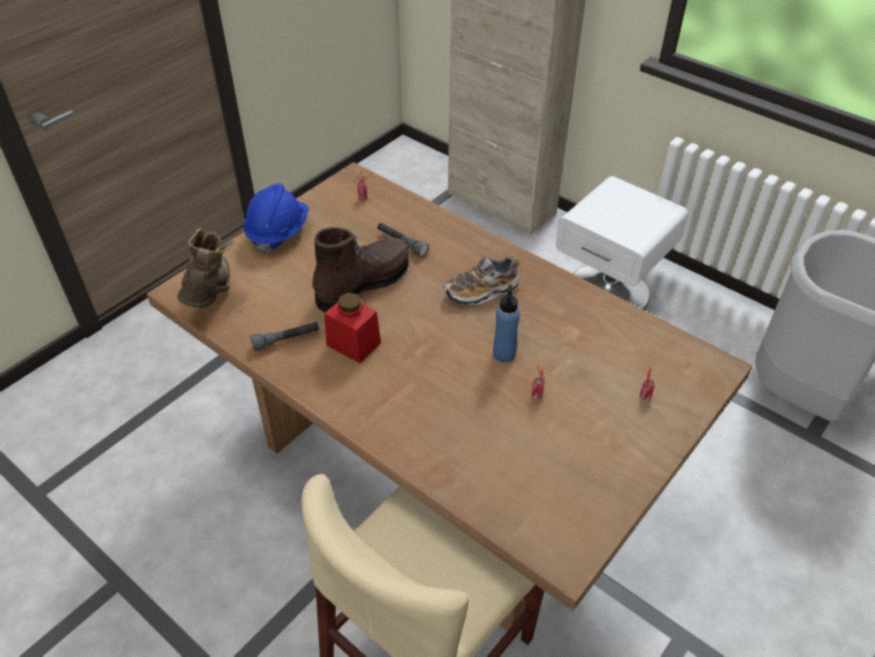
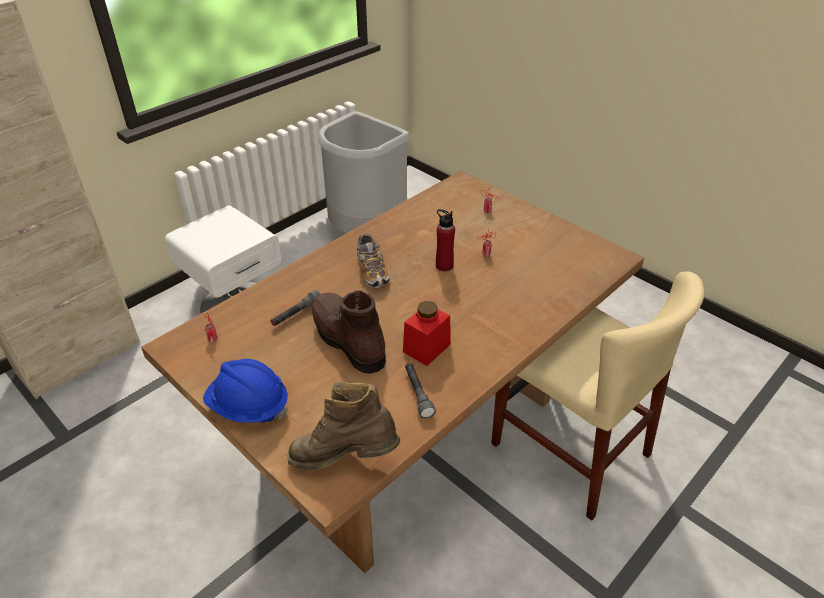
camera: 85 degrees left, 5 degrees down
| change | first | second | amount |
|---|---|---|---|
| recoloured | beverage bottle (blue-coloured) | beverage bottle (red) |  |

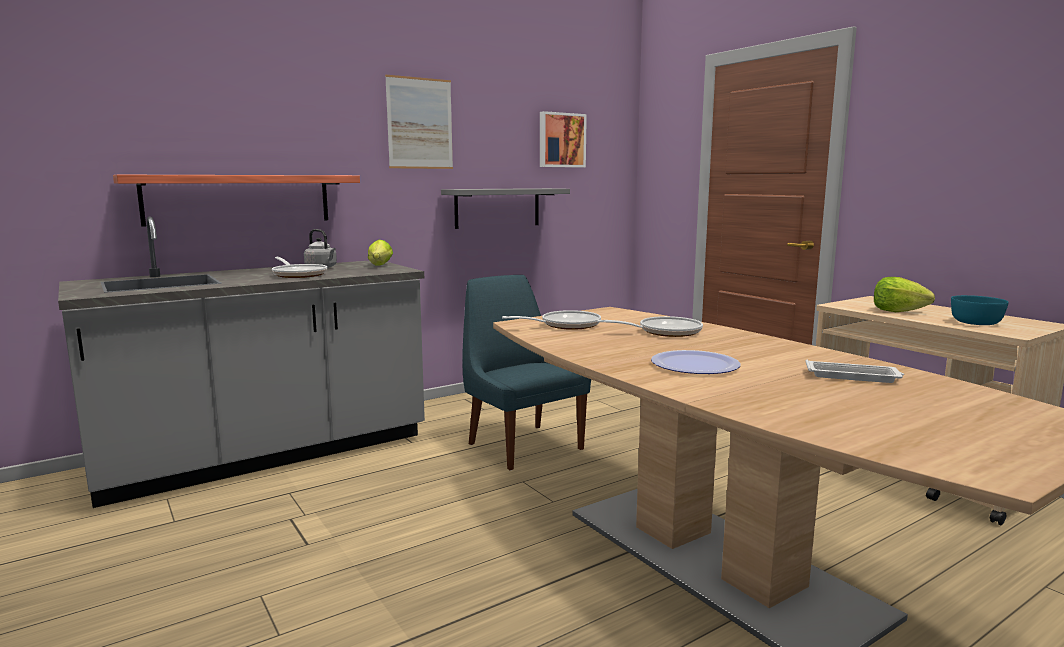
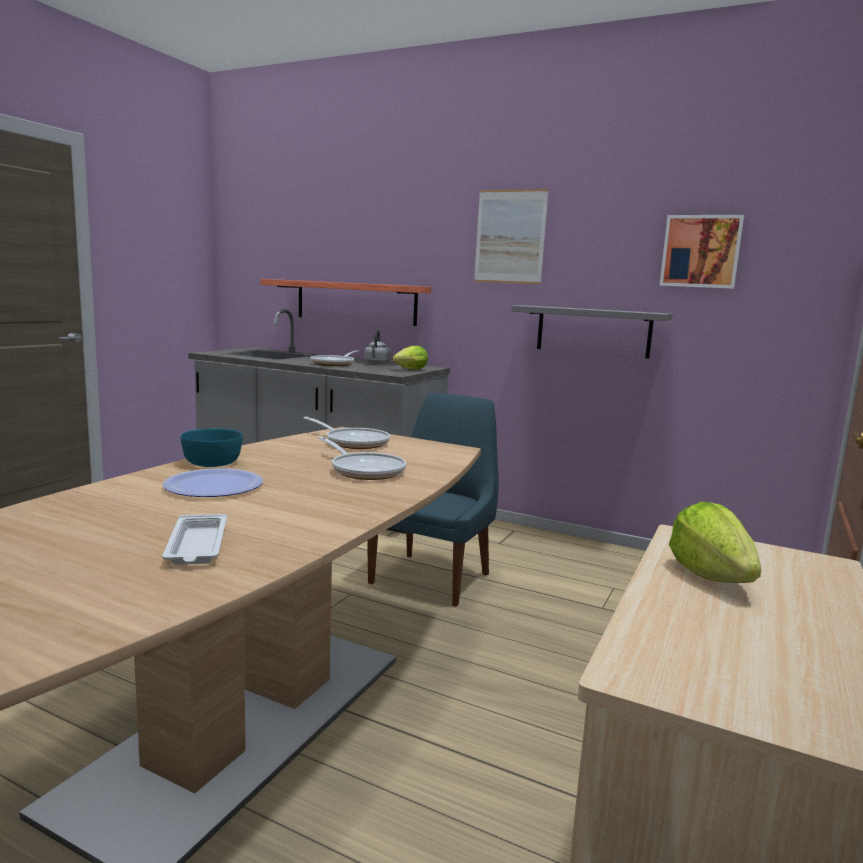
camera: 60 degrees right, 0 degrees up
| change | first | second | amount |
|---|---|---|---|
| moved | serving bowl (blue-green) |  |  |

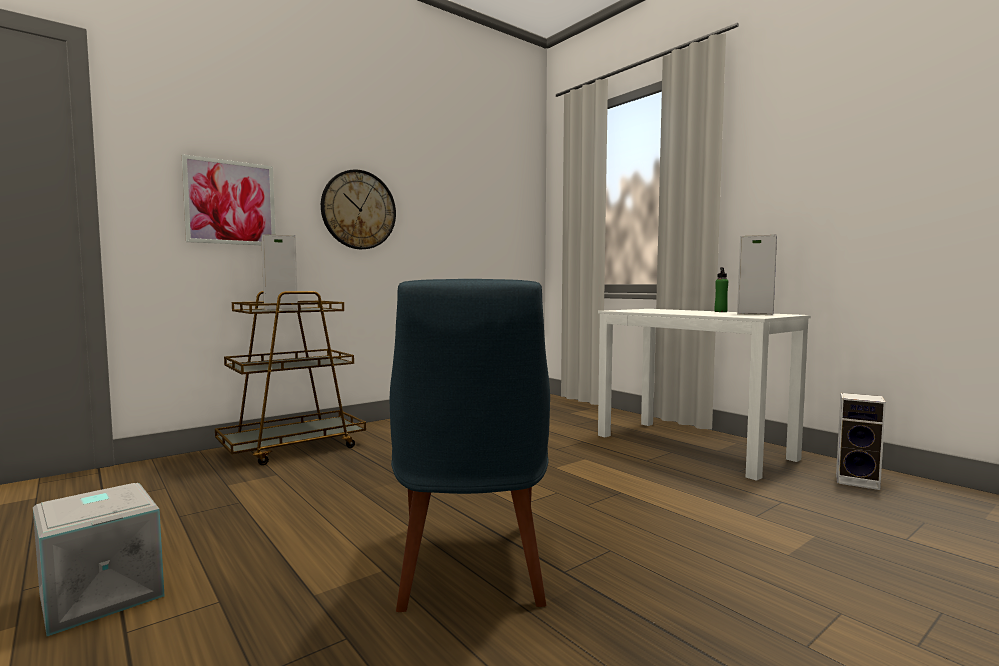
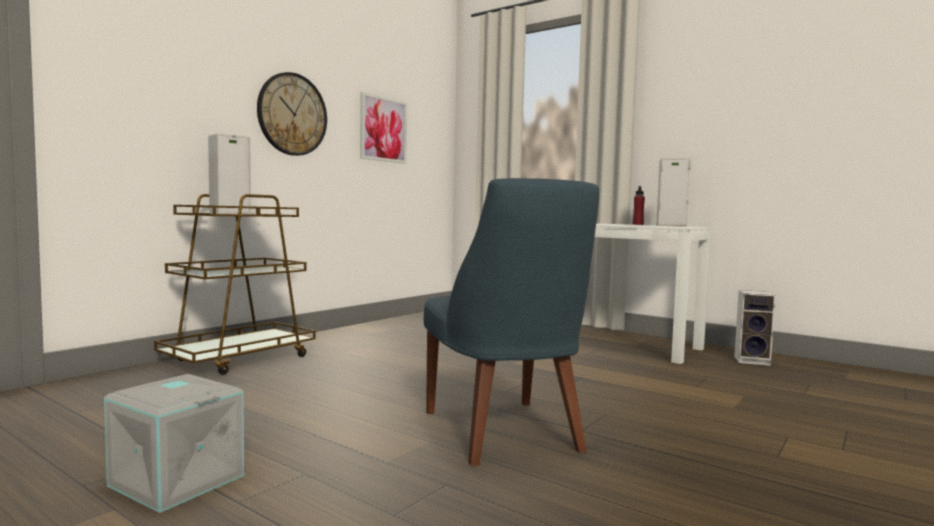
camera: 15 degrees left, 0 degrees up
| change | first | second | amount |
|---|---|---|---|
| moved | wall art |  |  |
| recoloured | beverage bottle (green) | beverage bottle (red) |  |

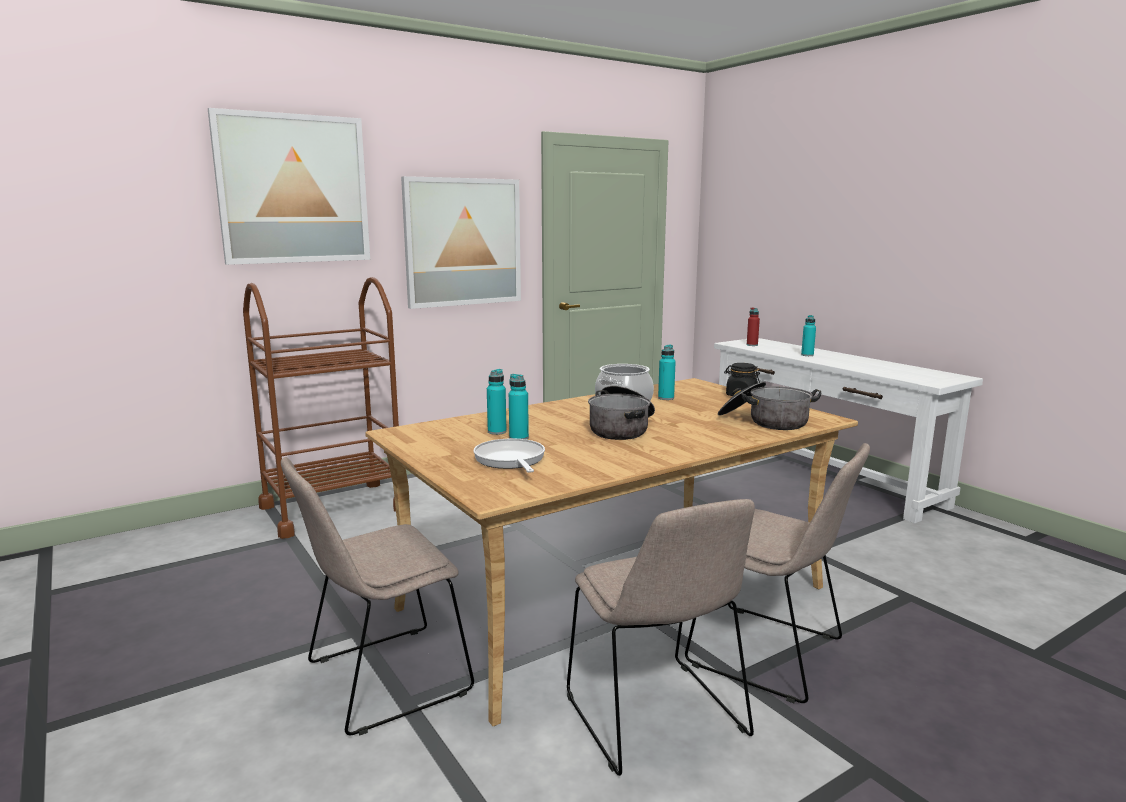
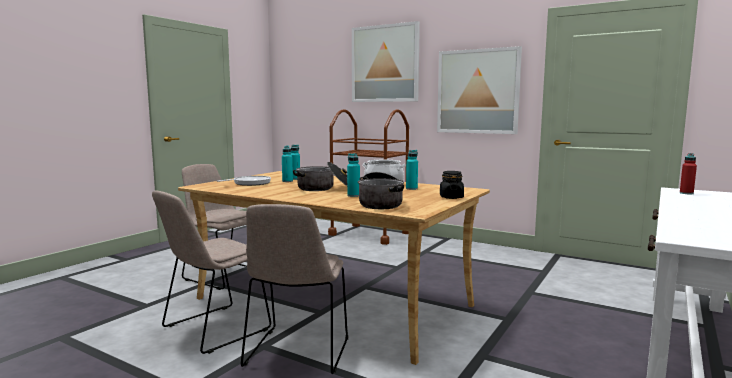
camera: 65 degrees right, 5 degrees down
| change | first | second | amount |
|---|---|---|---|
| moved | beverage bottle (blue-green) (4th from left in the first image) | beverage bottle (blue-green) (3rd from left) |  |

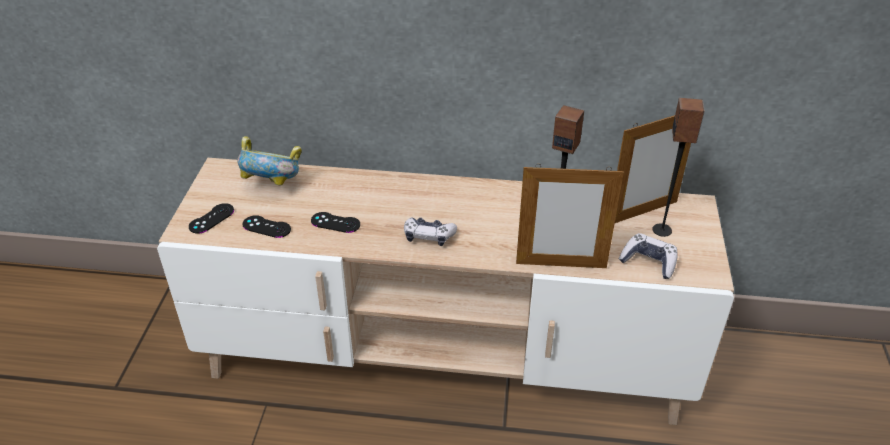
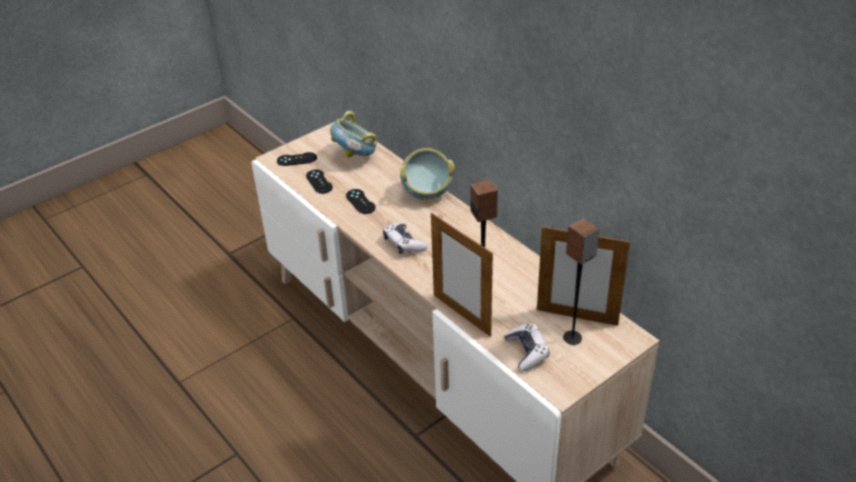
camera: 45 degrees right, 0 degrees up
| change | first | second | amount |
|---|---|---|---|
| added |  | serving bowl (2nd from left) |  |

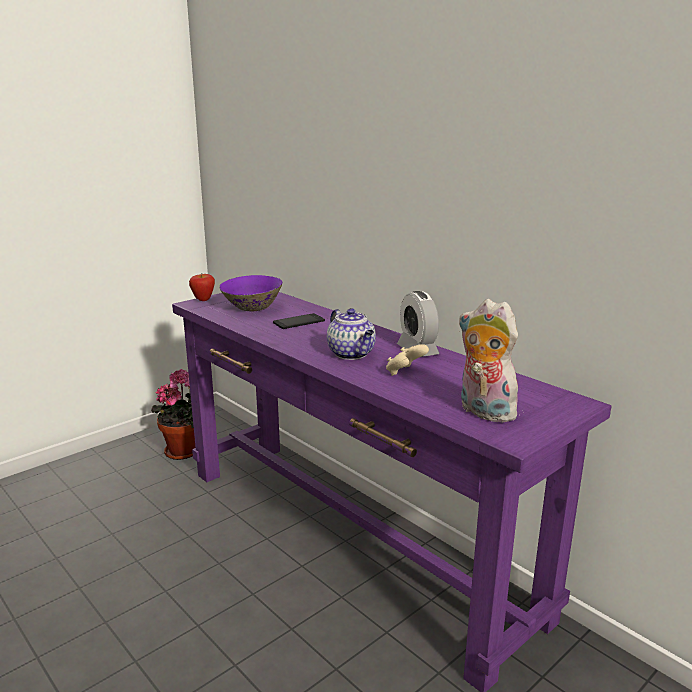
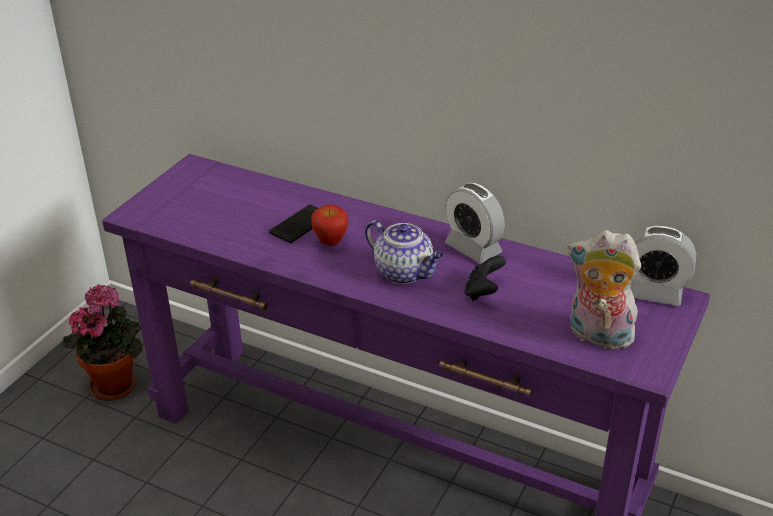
camera: 20 degrees left, 15 degrees up
| change | first | second | amount |
|---|---|---|---|
| moved | whole apple |  |  |
| removed | serving bowl (purplish) |  |  |
| recoloured | game controller (beige-coloured) | game controller (black) |  |
| added |  | table clock (2nd from left) |  |

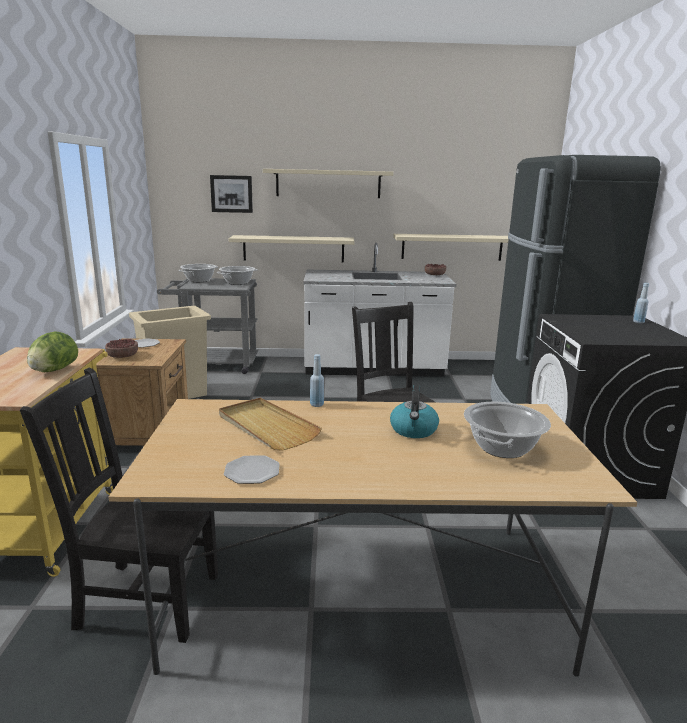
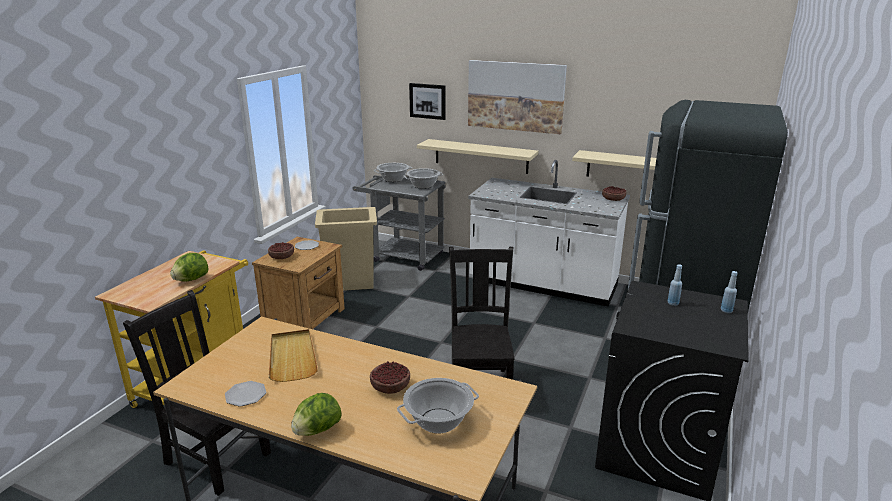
camera: 25 degrees right, 5 degrees up
| change | first | second | amount |
|---|---|---|---|
| replaced | shelf (beige-coloured) (2nd from left) | wall art (2nd from left) |  |
| moved | beverage bottle (blue-coloured) (1st from left) |  |  |
| replaced | tea kettle | serving bowl (2nd from left) |  |
| added |  | lettuce (2nd from left) |  |

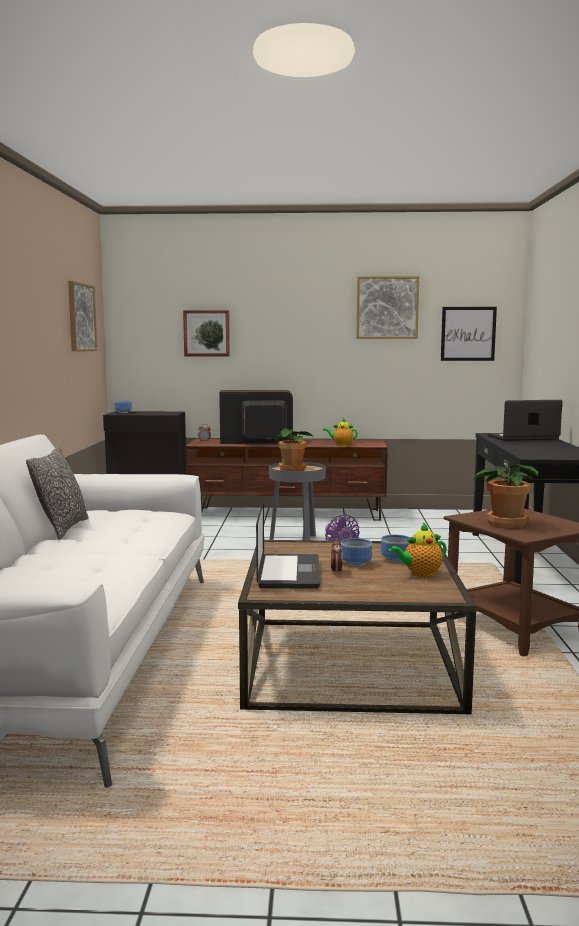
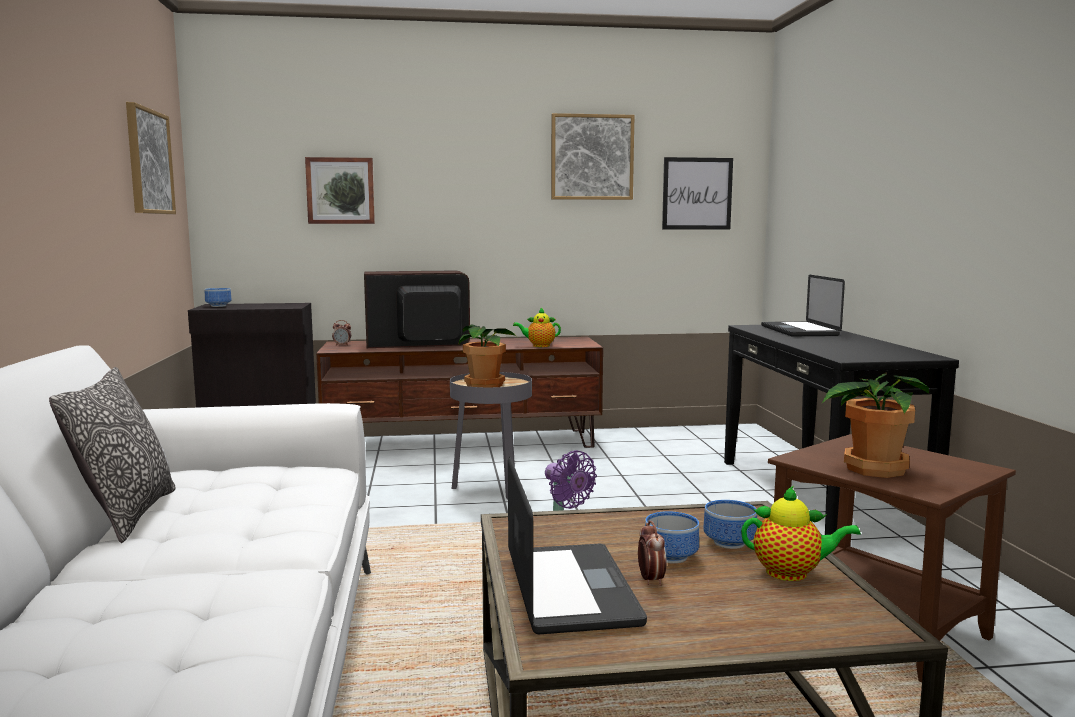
camera: 10 degrees left, 0 degrees up
| change | first | second | amount |
|---|---|---|---|
| turned | laptop (2nd from left) |  | 75 degrees counterclockwise |
| turned | pot for tea (2nd from left) |  | 135 degrees counterclockwise |

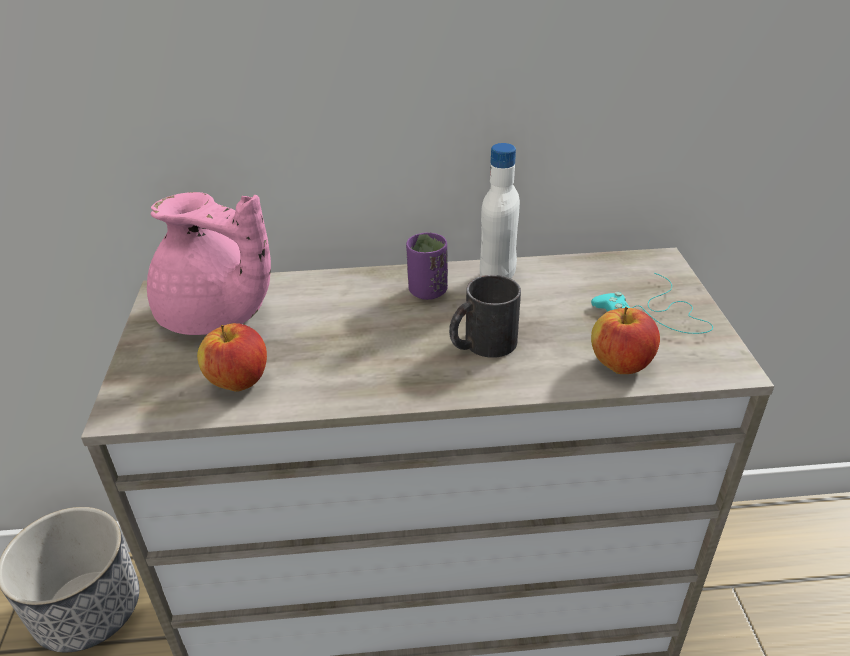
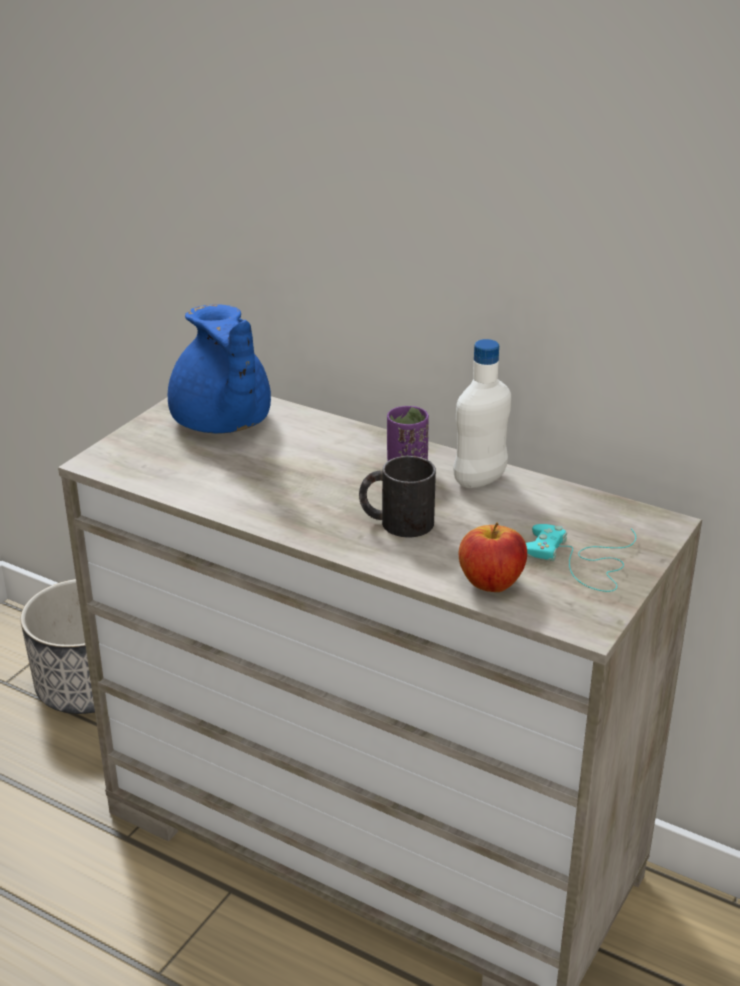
camera: 35 degrees right, 5 degrees down
| change | first | second | amount |
|---|---|---|---|
| recoloured | pot for tea (pinkish) | pot for tea (blue-coloured) |  |
| removed | whole apple (1st from left) |  |  |

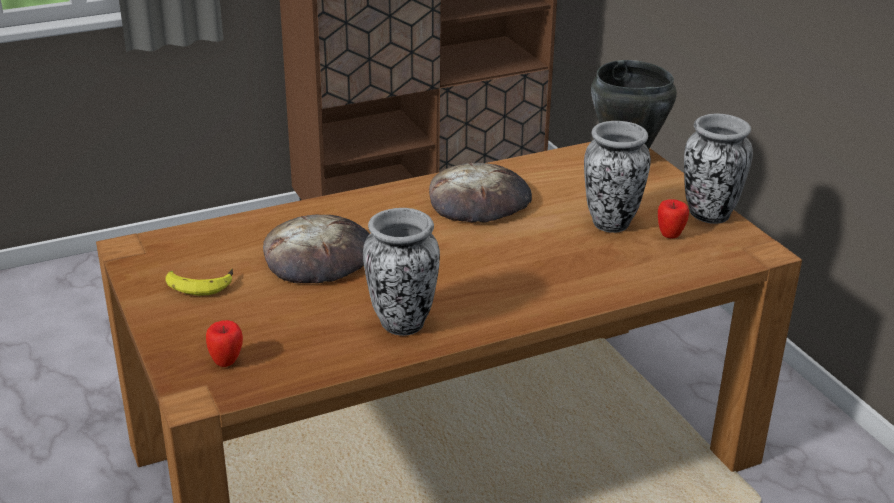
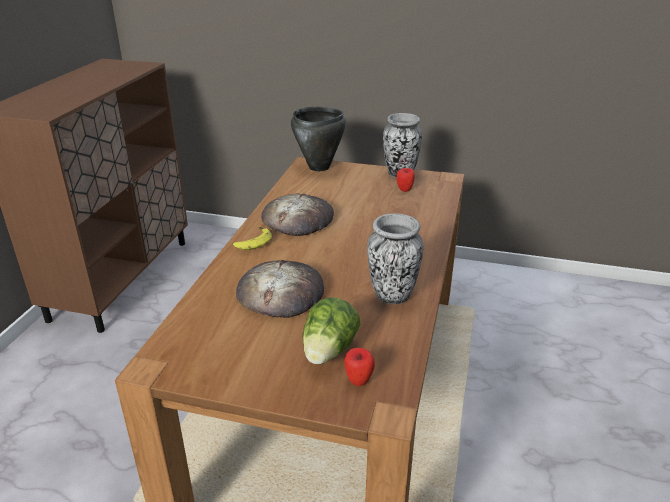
camera: 50 degrees left, 0 degrees up
| change | first | second | amount |
|---|---|---|---|
| removed | decorative vase (2nd from left) |  |  |
| moved | banana |  |  |
| added |  | lettuce |  |

